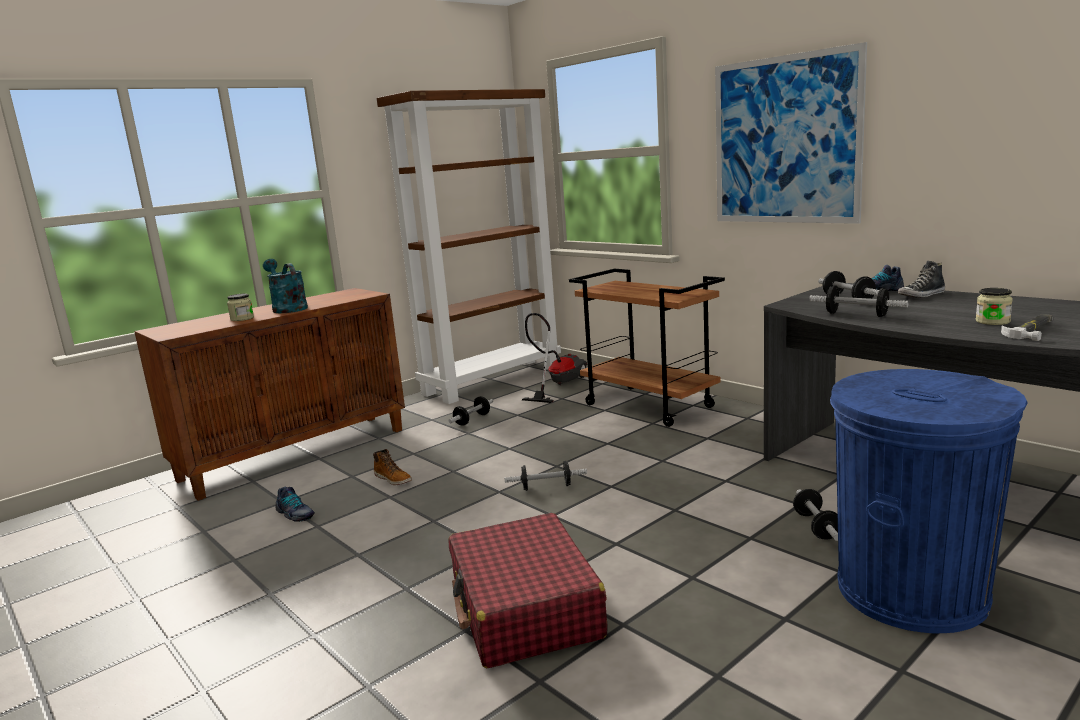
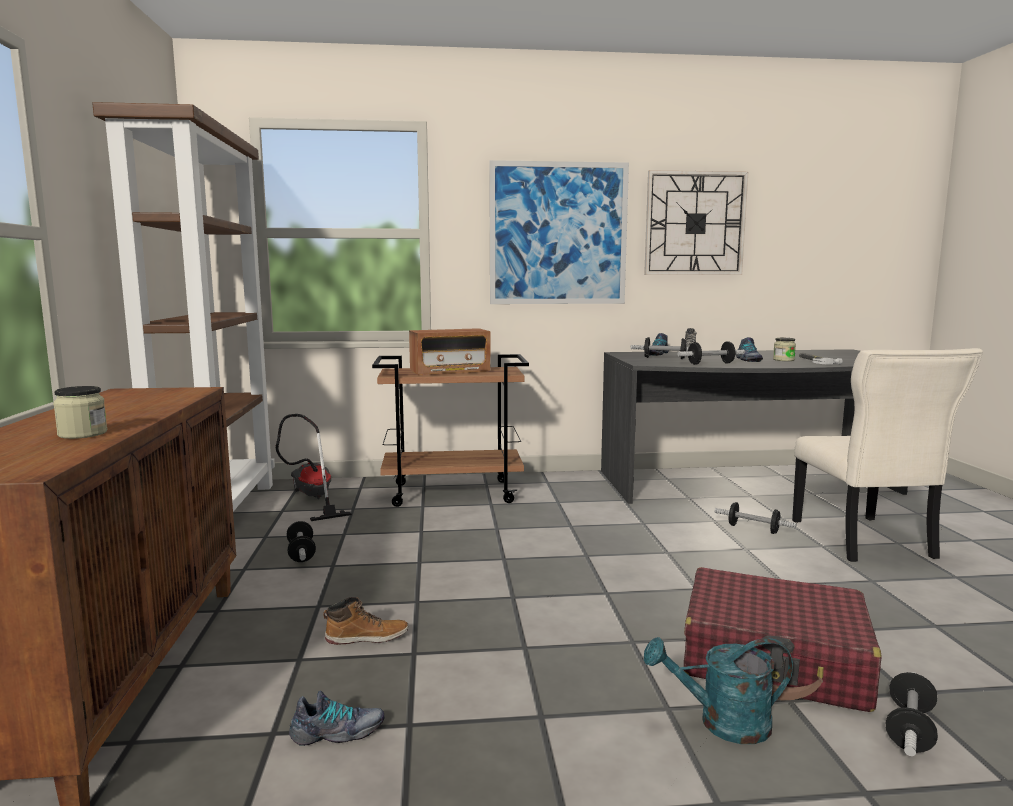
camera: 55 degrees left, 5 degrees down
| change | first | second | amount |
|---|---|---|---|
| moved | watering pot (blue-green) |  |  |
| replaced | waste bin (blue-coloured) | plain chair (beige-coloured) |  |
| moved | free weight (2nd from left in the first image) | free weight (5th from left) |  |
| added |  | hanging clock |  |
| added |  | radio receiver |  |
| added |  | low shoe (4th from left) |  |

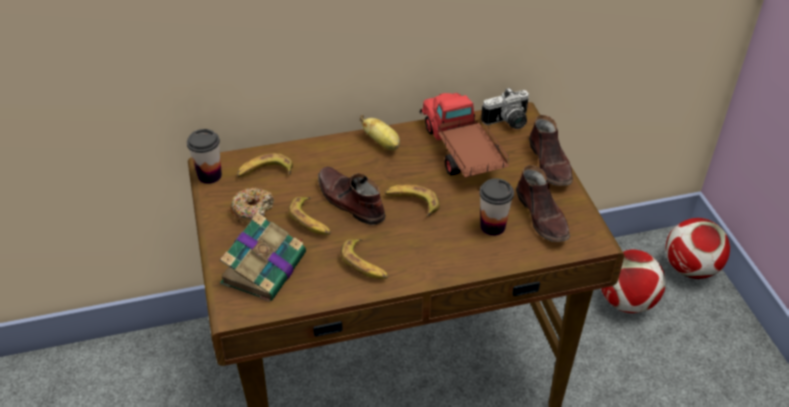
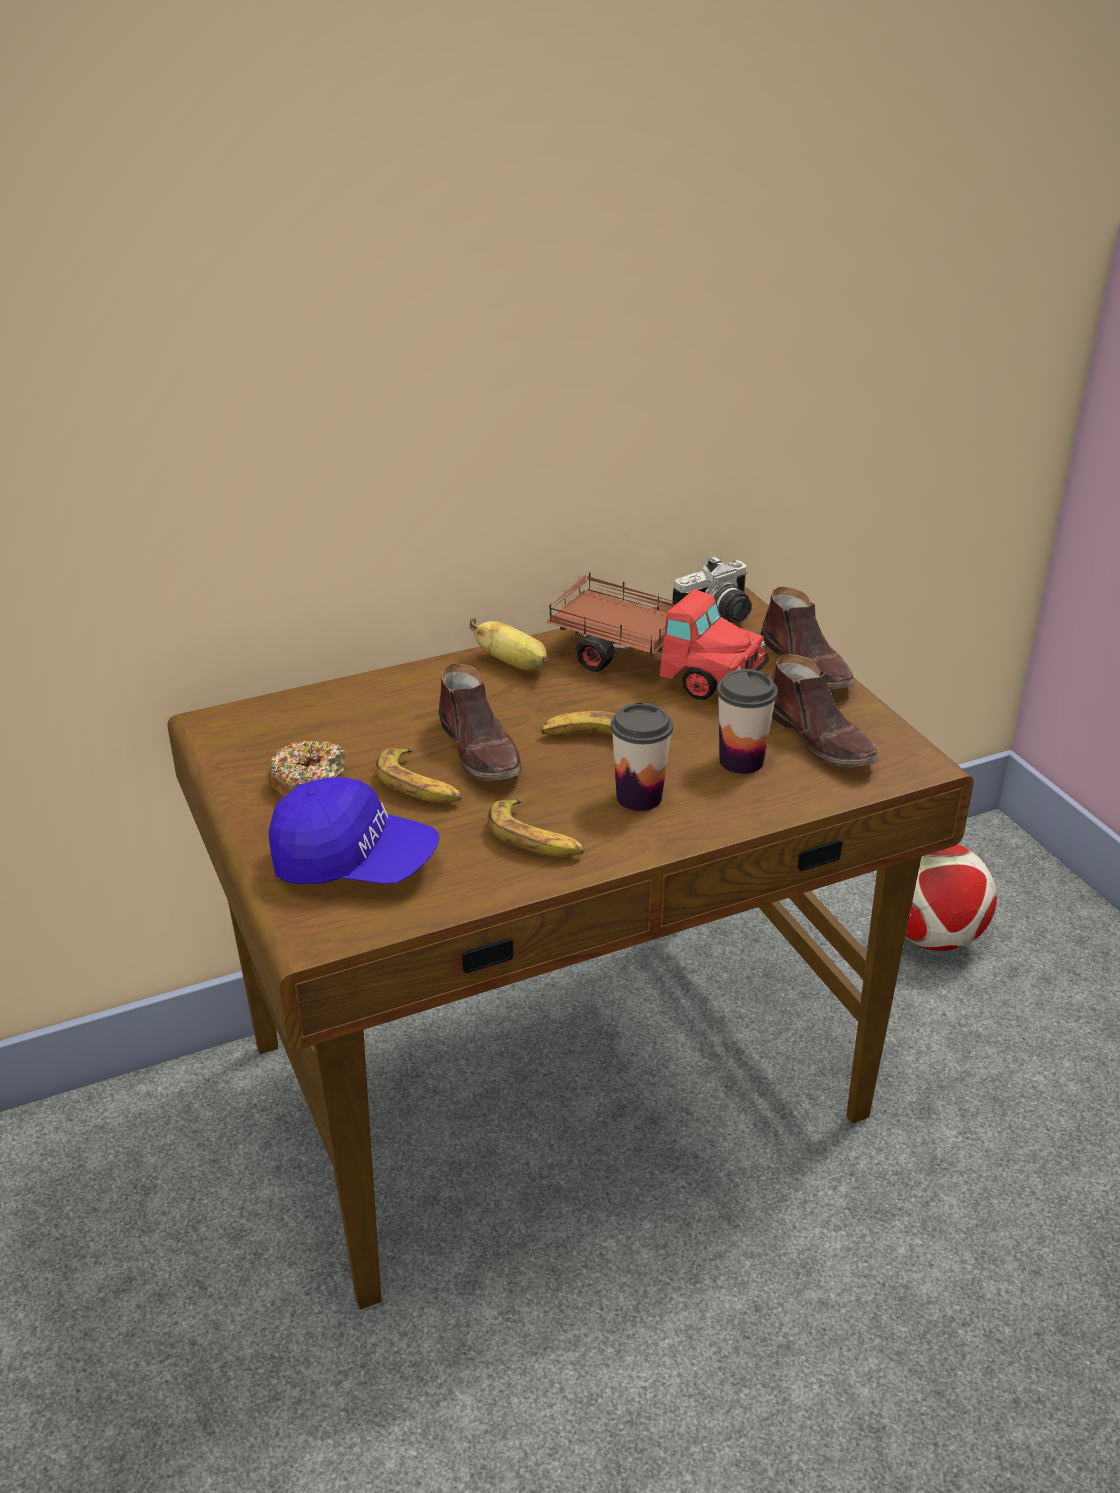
camera: 10 degrees left, 10 degrees down
| change | first | second | amount |
|---|---|---|---|
| turned | model truck |  | 150 degrees clockwise |
| moved | drinking cup (1st from left) |  |  |
| removed | banana (1st from left) |  |  |
| turned | low shoe (brown-coloured) (1st from left) |  | 150 degrees counterclockwise |
| replaced | bound book | cap (blue-coloured) |  |
| removed | football (2nd from left) |  |  |

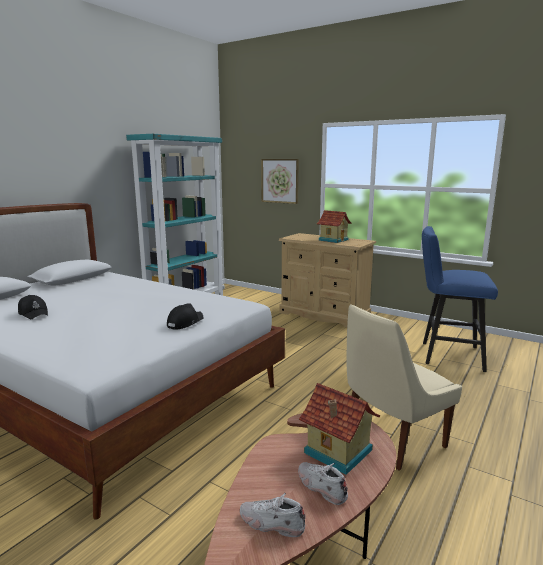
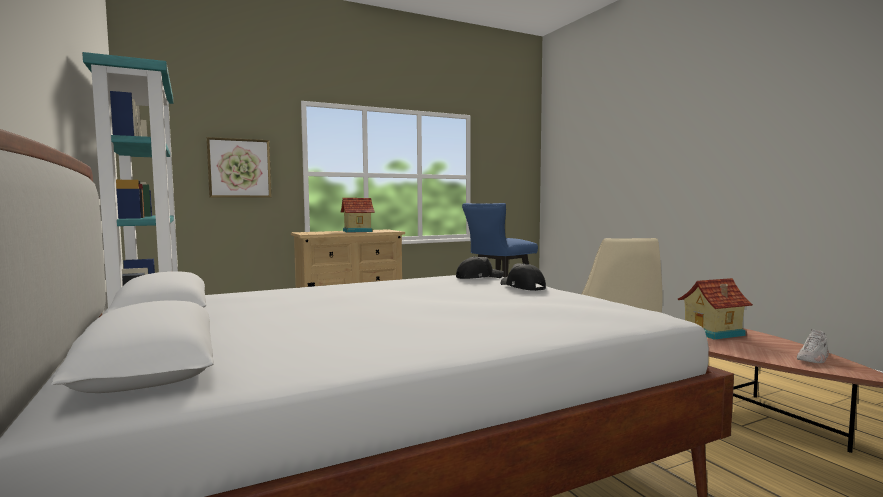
camera: 60 degrees left, 10 degrees down
| change | first | second | amount |
|---|---|---|---|
| moved | cap (black) (1st from left) |  |  |
| removed | low shoe (whitish) (2nd from left) |  |  |

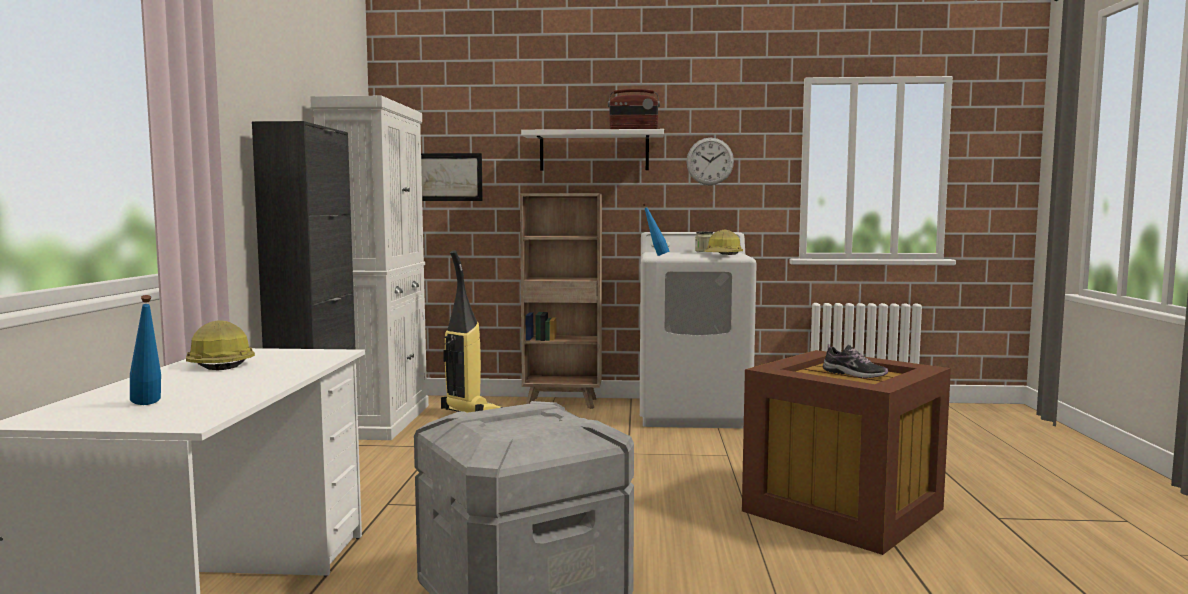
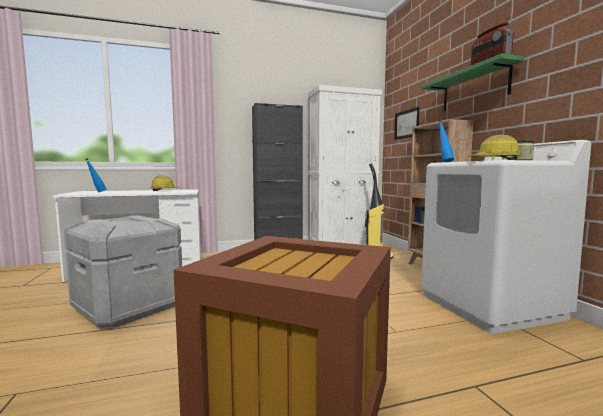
camera: 70 degrees right, 0 degrees up
| change | first | second | amount |
|---|---|---|---|
| recoloured | shelf (whitish) | shelf (green) |  |
| removed | hanging clock |  |  |
| removed | low shoe |  |  |

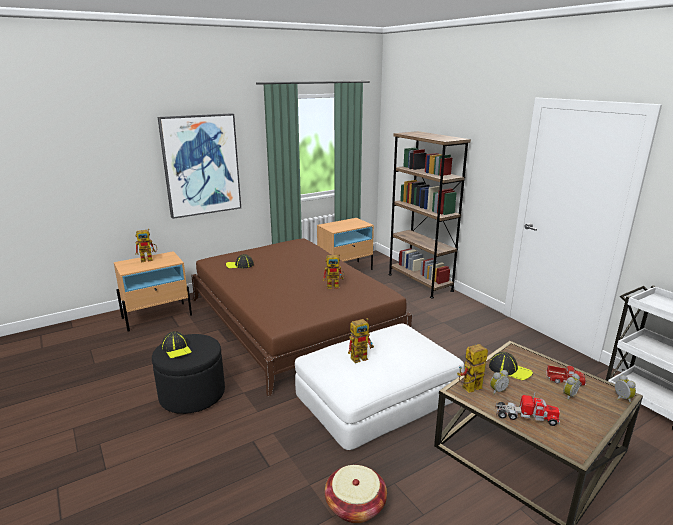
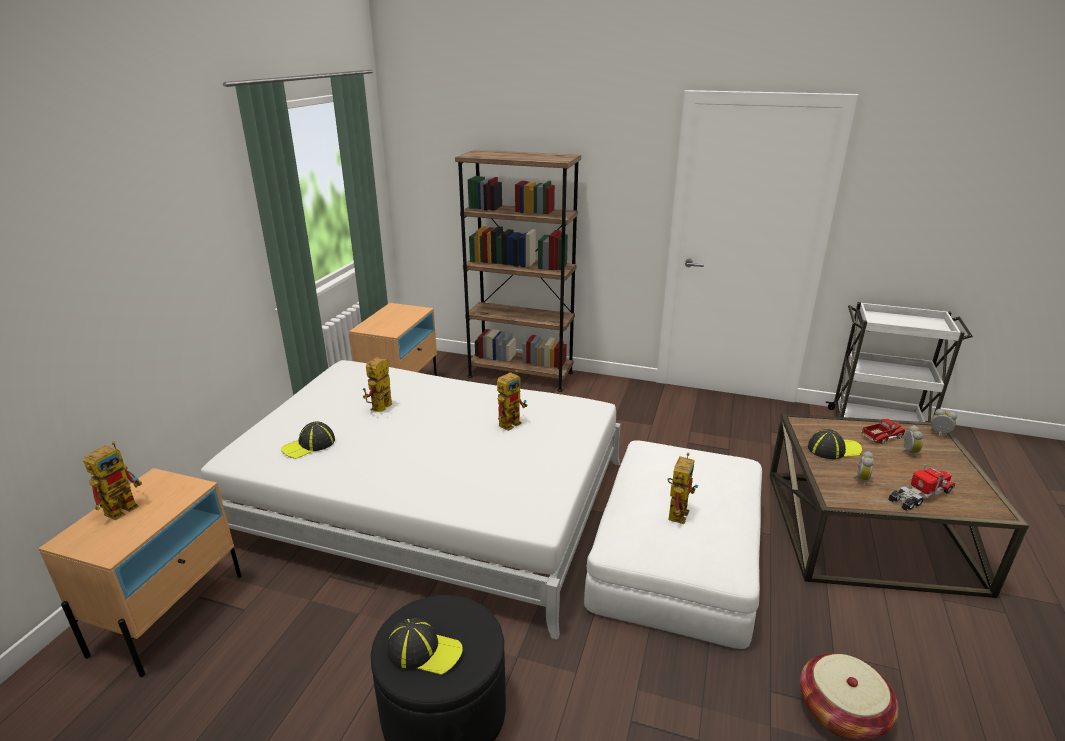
camera: 40 degrees left, 5 degrees up
| change | first | second | amount |
|---|---|---|---|
| removed | wall art |  |  |
| recoloured | bedroom bed (brown-coloured) | bedroom bed (whitish) |  |
| moved | robot figure (4th from left in the first image) | robot figure (2nd from left) |  |

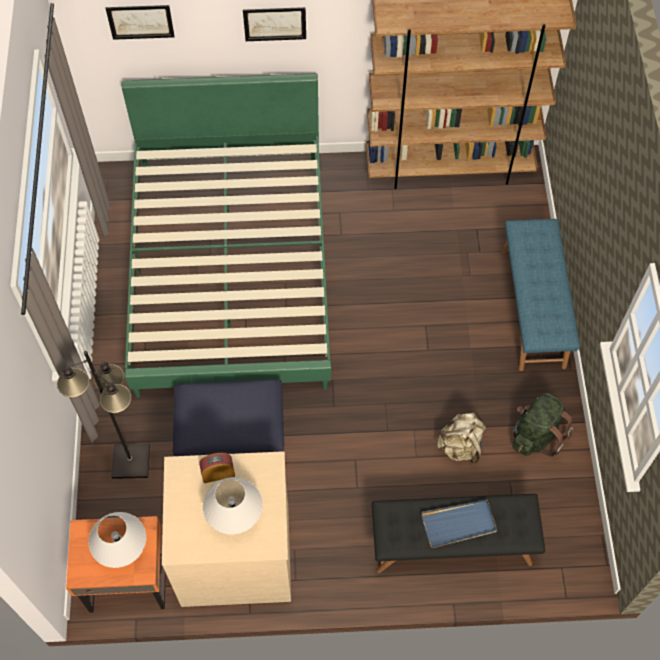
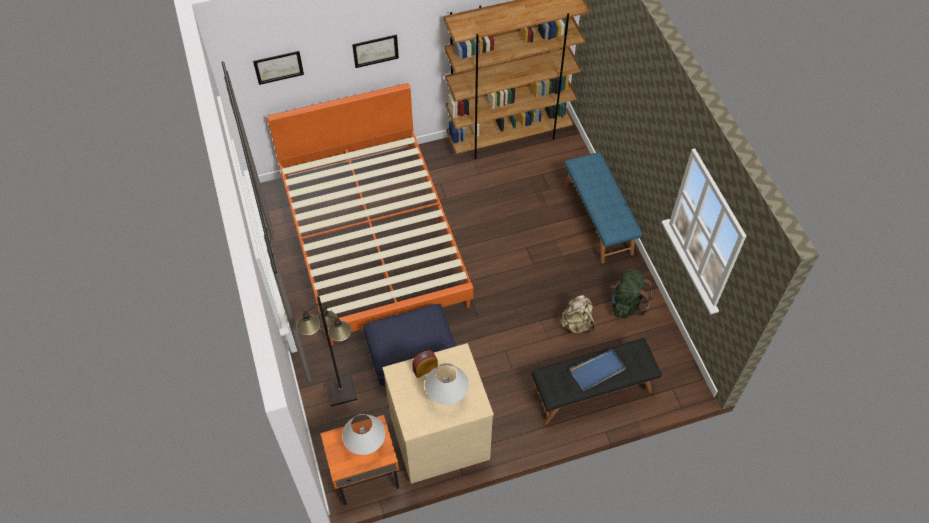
camera: 15 degrees left, 5 degrees down
| change | first | second | amount |
|---|---|---|---|
| recoloured | bedroom bed (green) | bedroom bed (orangey) |  |

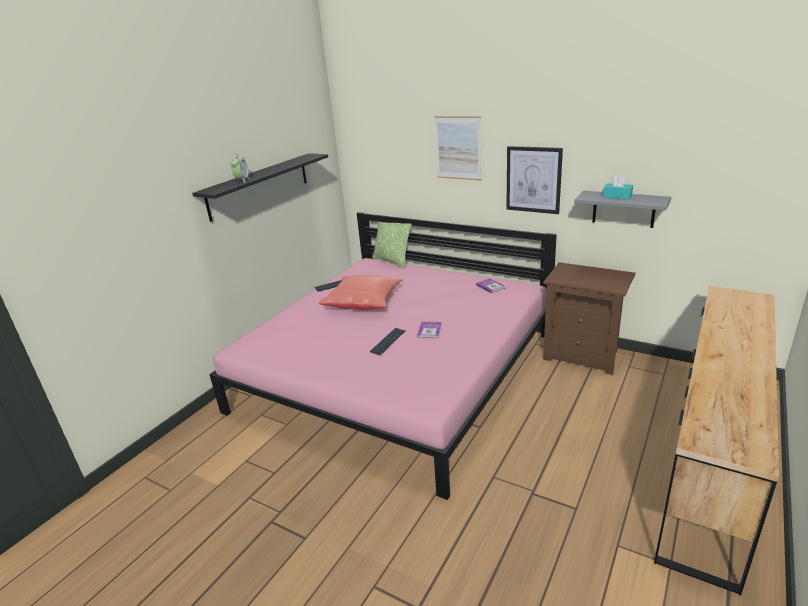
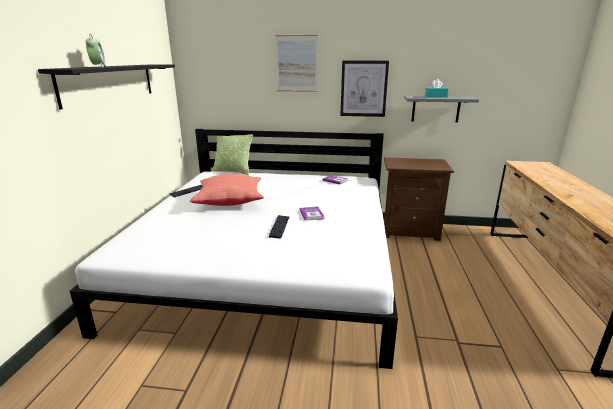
camera: 25 degrees left, 5 degrees down
| change | first | second | amount |
|---|---|---|---|
| recoloured | bedroom bed (pinkish) | bedroom bed (whitish) |  |

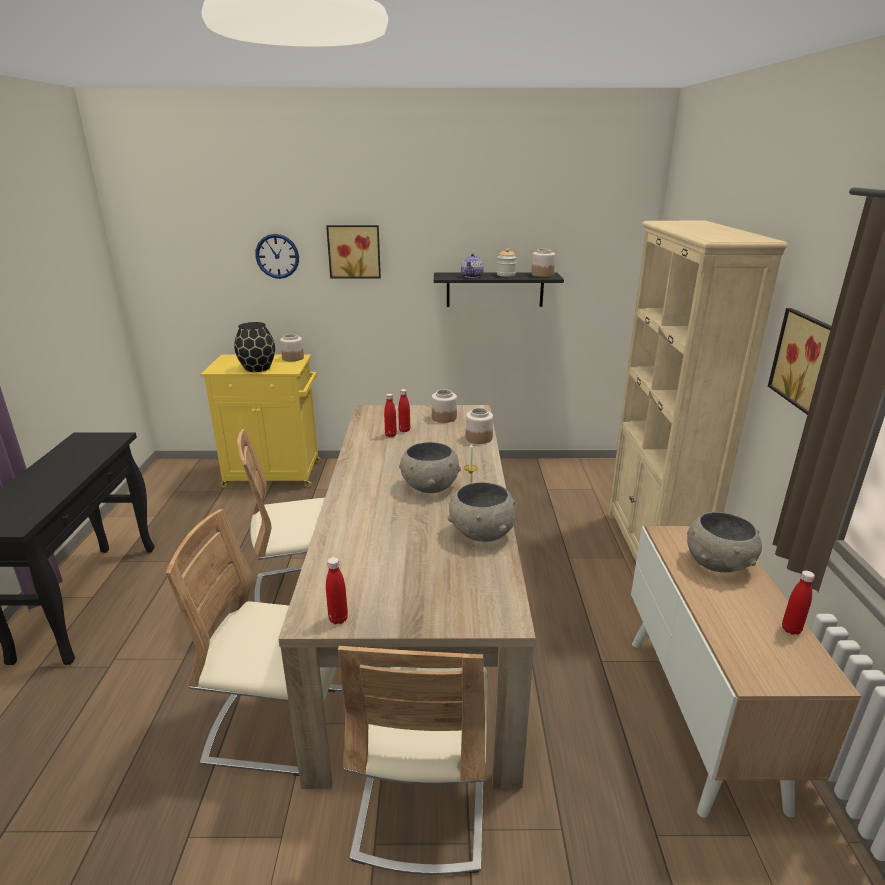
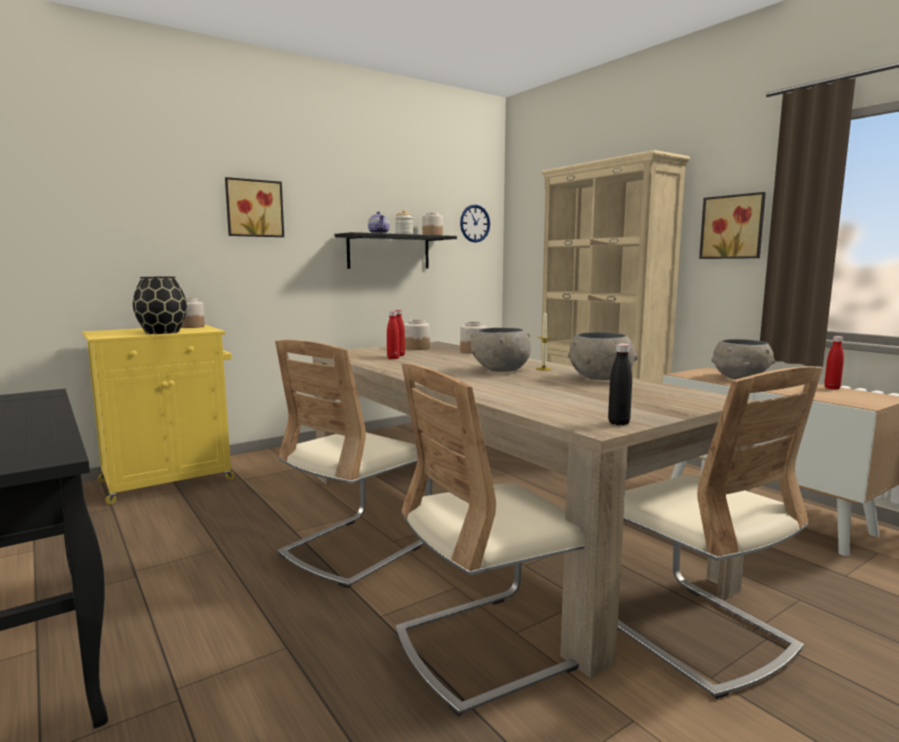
camera: 35 degrees left, 15 degrees down
| change | first | second | amount |
|---|---|---|---|
| moved | hanging clock |  |  |
| recoloured | beverage bottle (red) (1st from left) | beverage bottle (black) |  |

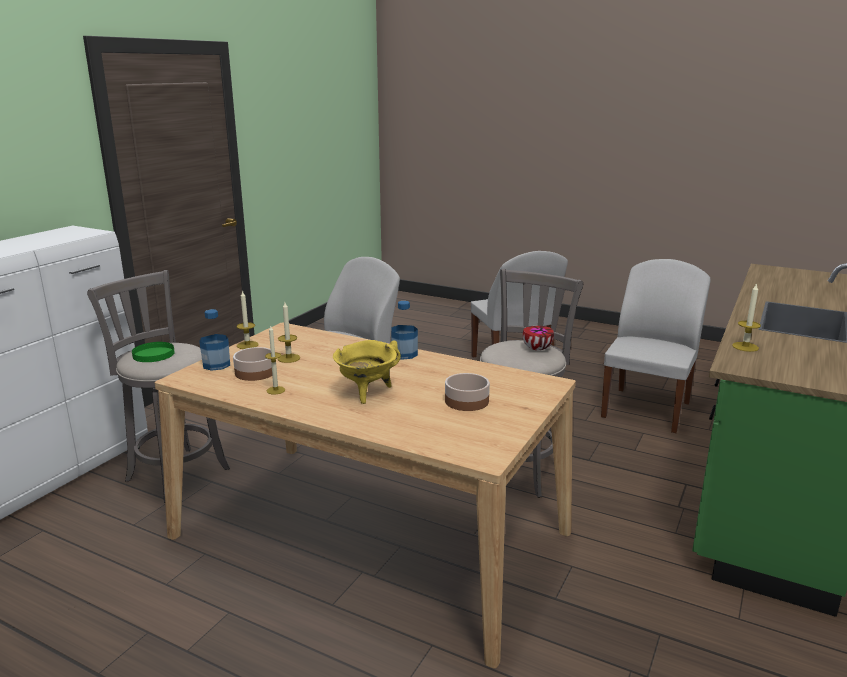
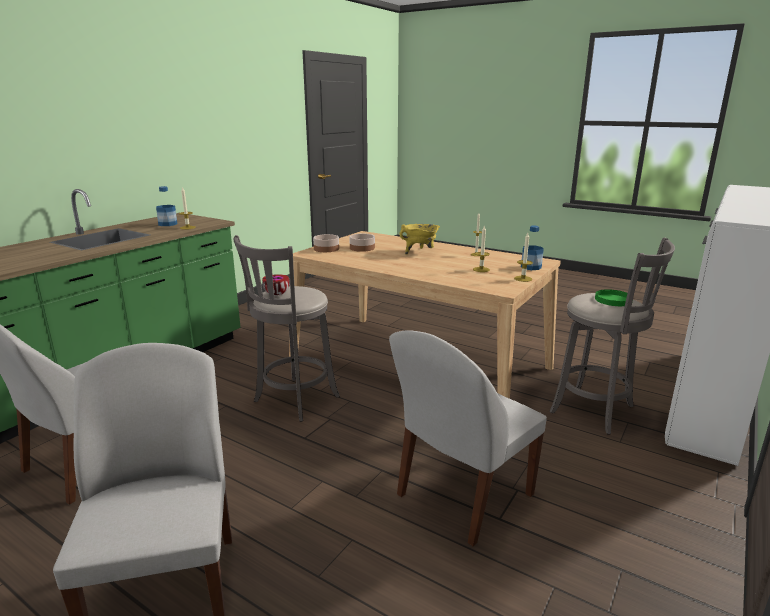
camera: 175 degrees left, 0 degrees up
| change | first | second | amount |
|---|---|---|---|
| moved | beverage bottle (2nd from left in the first image) | beverage bottle (1st from left) |  |
| moved | serving bowl (1st from left in the first image) | serving bowl (2nd from left) |  |

